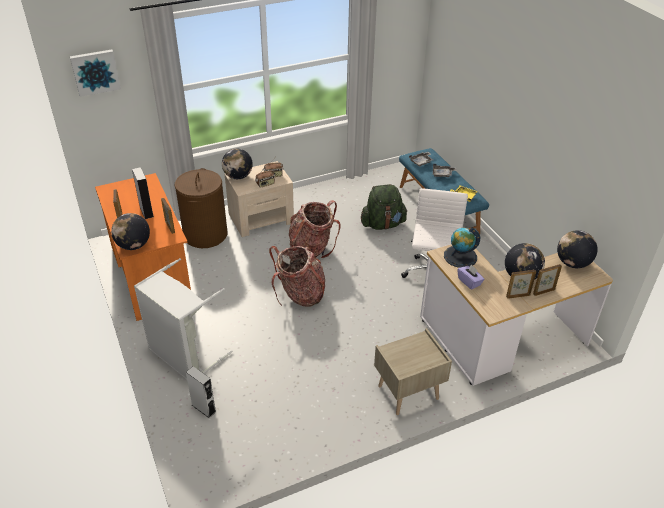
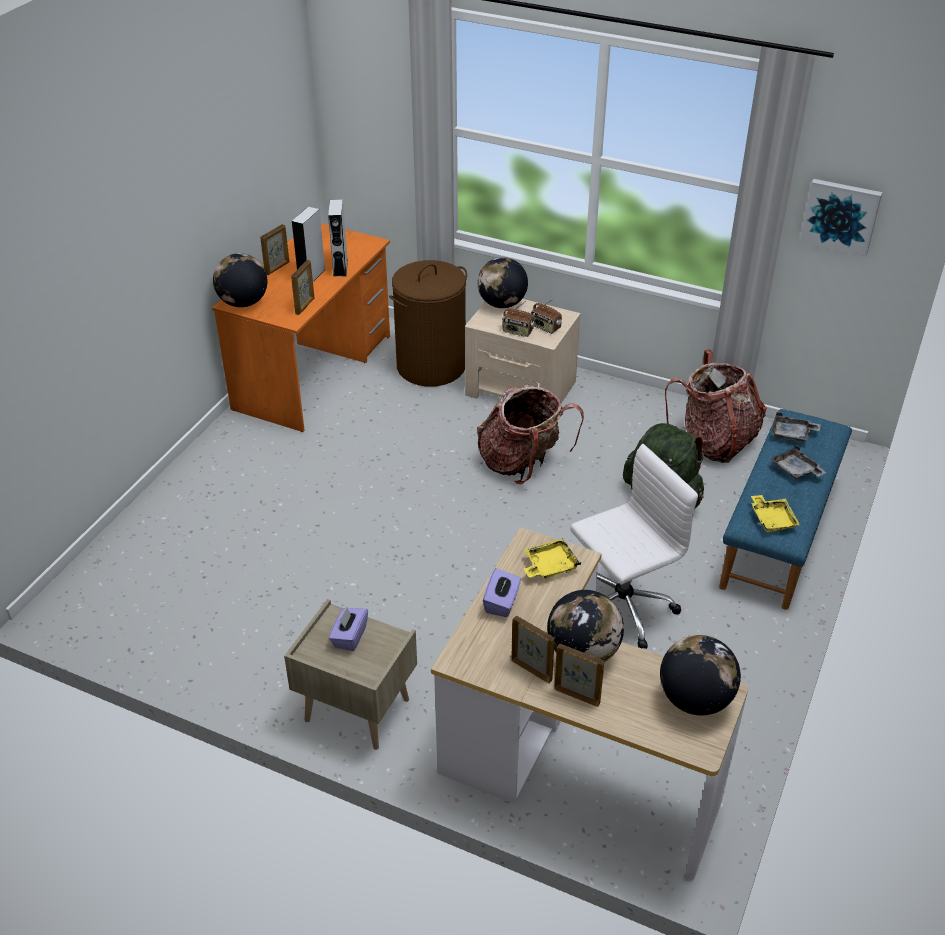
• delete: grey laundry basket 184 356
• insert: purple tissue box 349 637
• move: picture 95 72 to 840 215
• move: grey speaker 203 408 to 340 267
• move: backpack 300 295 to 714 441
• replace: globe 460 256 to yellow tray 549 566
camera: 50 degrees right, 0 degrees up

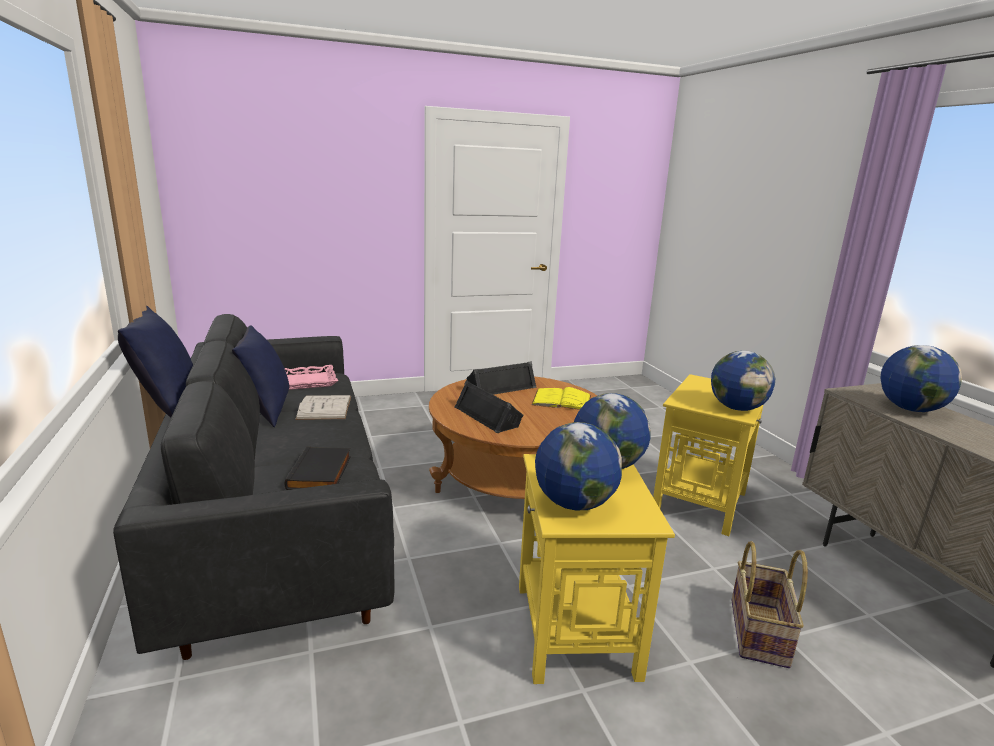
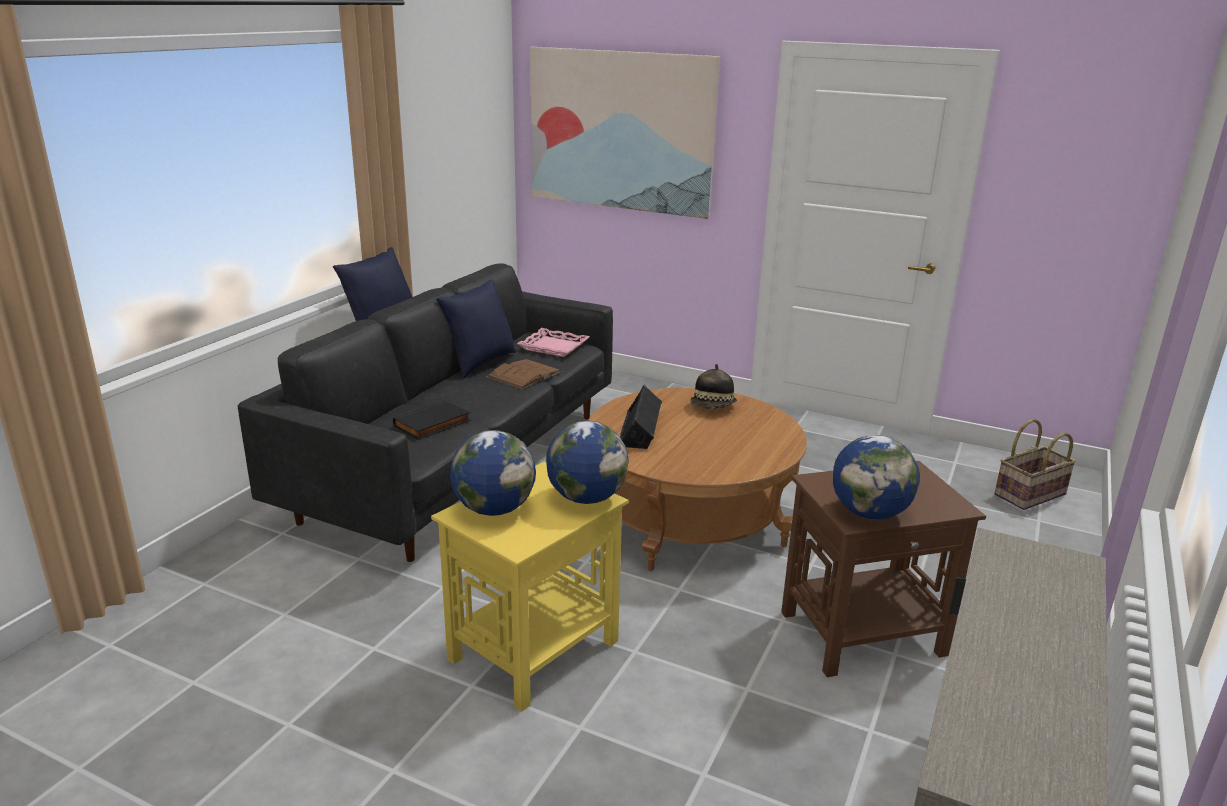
• delete: yellow book 561 400
• delete: globe 910 409
• insert: picture 620 131
• move: basket 760 633 to 1030 495
• replace: black speaker 501 387 to hat 713 407
• recolor: white book 324 407 to brown book 524 374
• recolor: yellow side table 700 501 to brown side table 864 633
camera: 45 degrees right, 5 degrees up

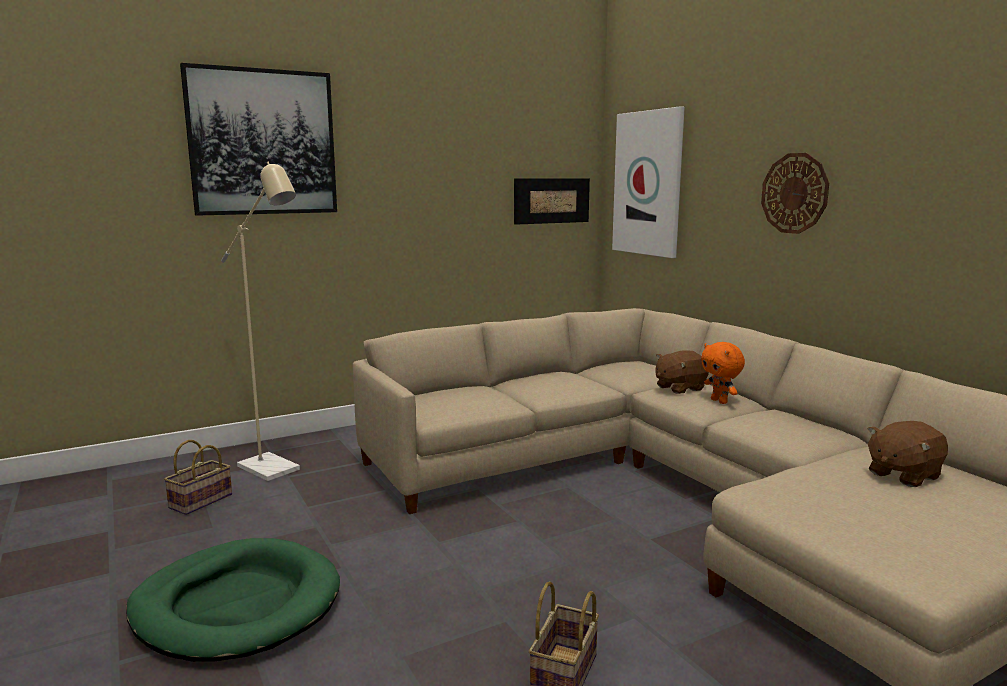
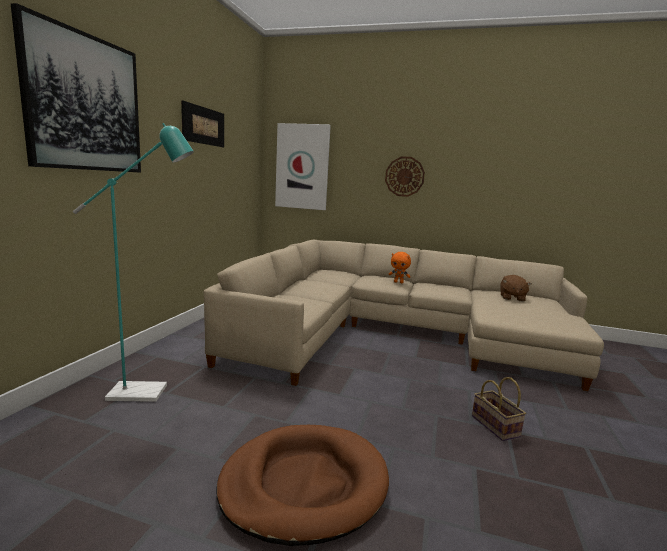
• delete: basket 200 502
• delete: brown plush toy 679 388
• move: picture 552 200 to 203 126
• recolor: green dog bed 237 605 to brown dog bed 304 484
• recolor: beige floor lamp 275 471 to turquoise floor lamp 147 392
camera: 45 degrees left, 0 degrees up

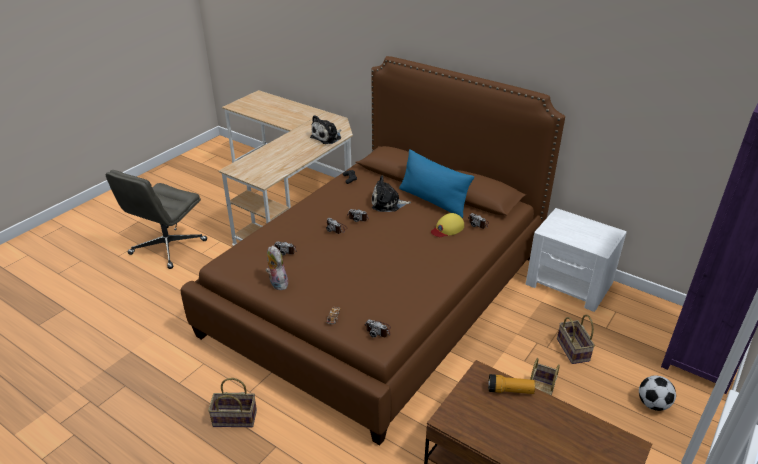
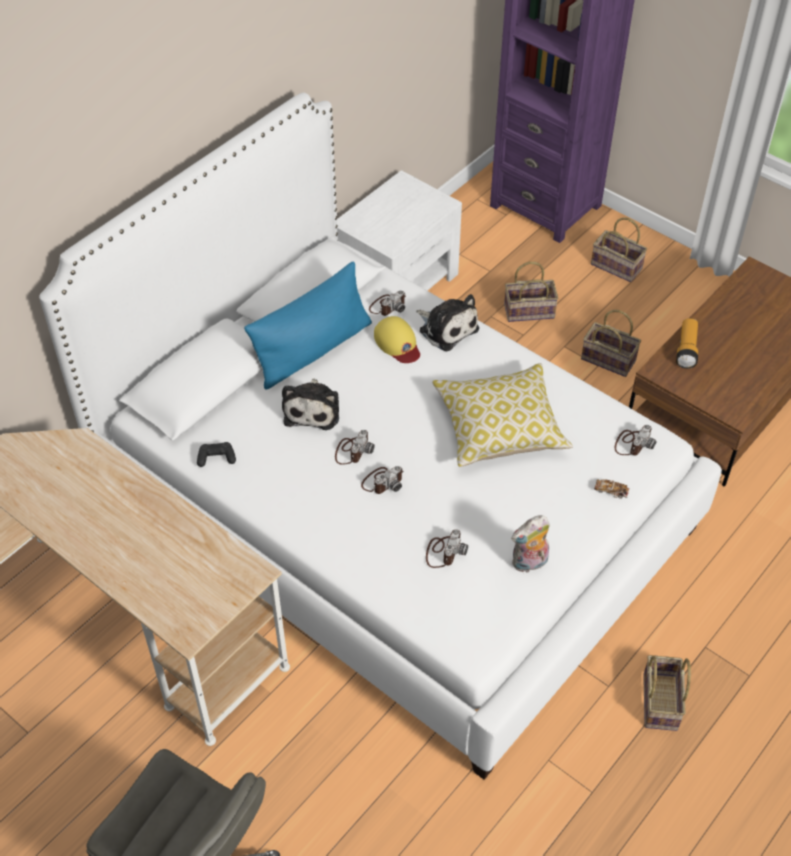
• insert: pillow 500 427
• move: plush toy 327 137 to 446 328
• replace: football 653 404 to basket 618 266
• recolor: brown bed 378 293 to white bed 394 508
camera: 85 degrees left, 15 degrees up

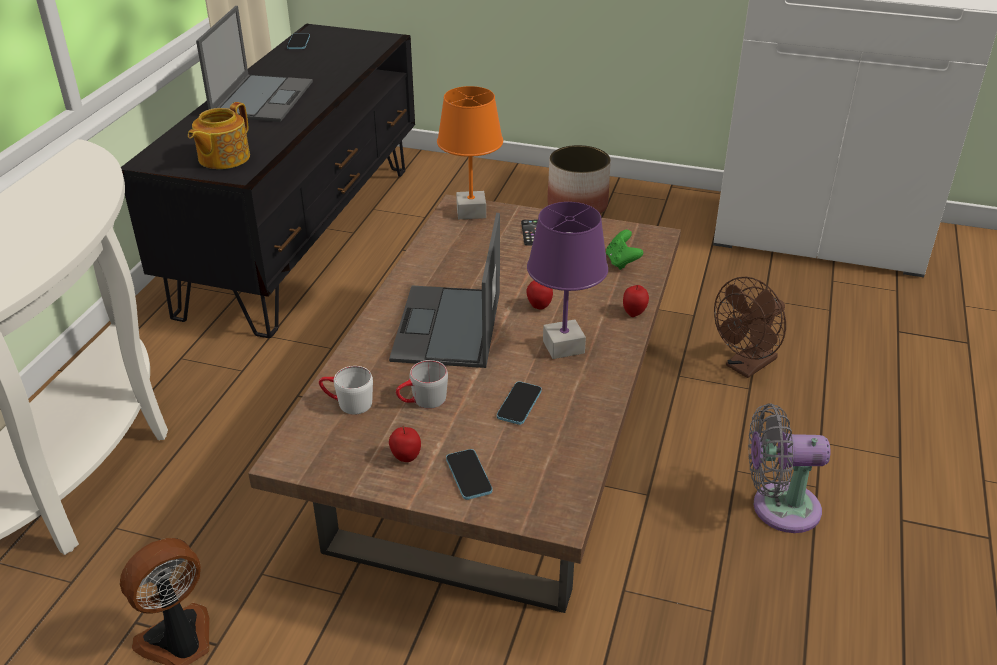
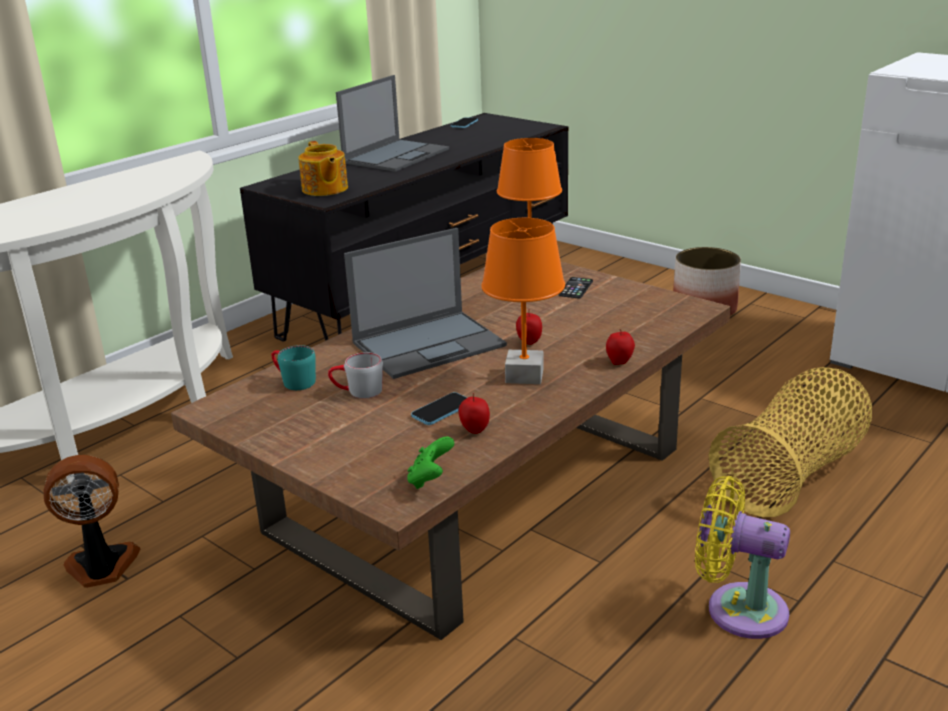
• delete: phone 469 475
• move: apple 406 458 to 475 431
• move: green game controller 622 262 to 430 479
• replace: brown fan 746 367 to basket 792 474
• recolor: white mug 347 403 to turquoise mug 293 381
• recolor: purple table lamp 563 347 to orange table lamp 523 376
• recolor: grey fan 778 507 to yellow fan 738 609
• rotate: teapot 222 158 = 324 189 75 degrees counterclockwise
• rotate: laptop 448 327 = 430 344 150 degrees counterclockwise
camera: 25 degrees right, 10 degrees down

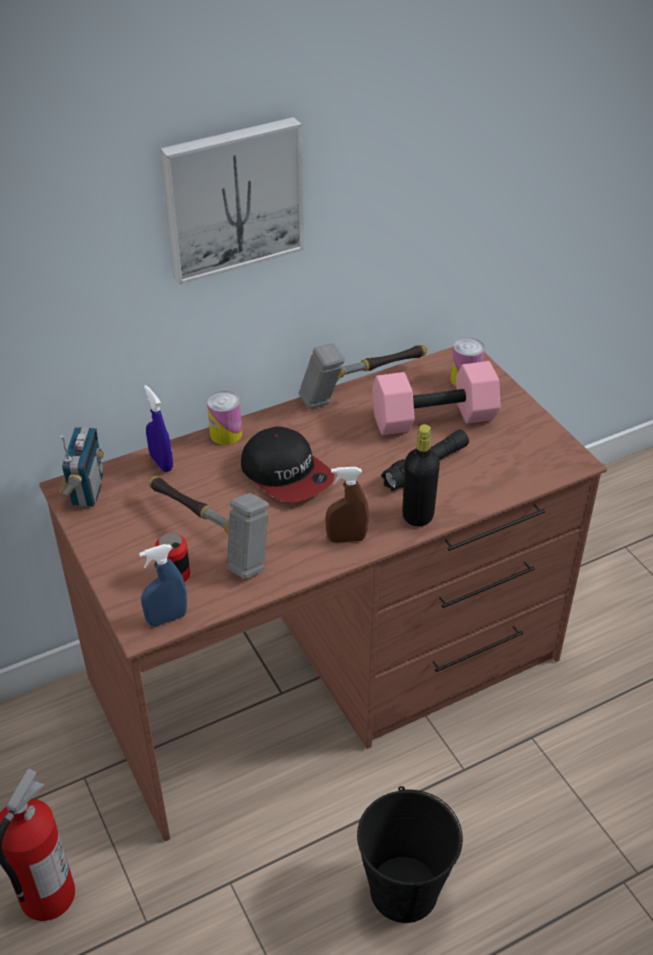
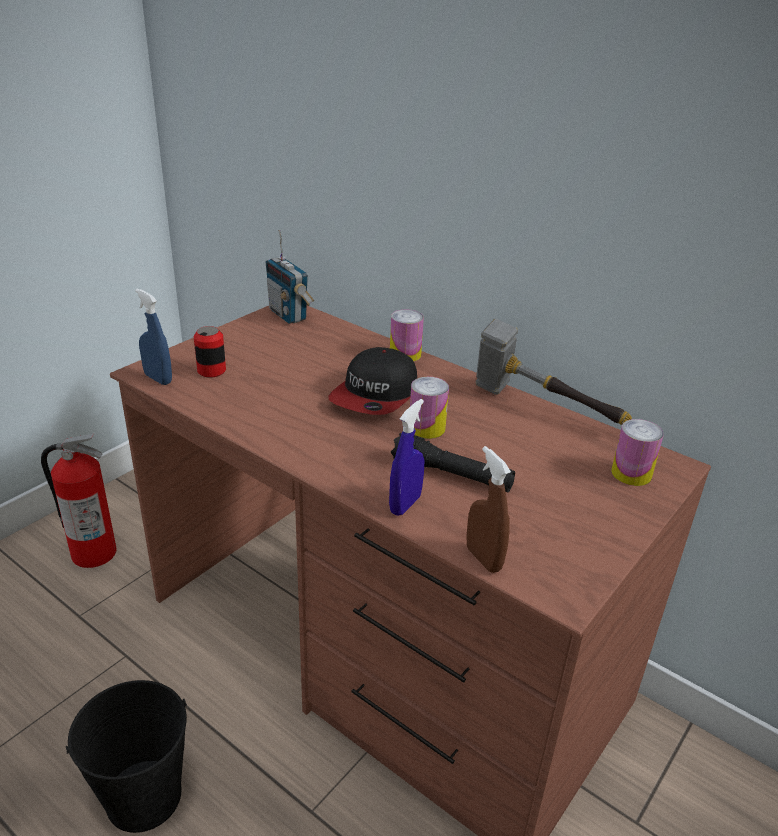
• delete: hammer 209 537
• delete: picture 232 198
• delete: pink dumbbell 434 417
• delete: black bottle 418 515
• insert: can 426 428
• move: blue spray bottle 161 463 to 405 504
• move: brown spray bottle 346 538 to 483 559
• rotate: radio 86 491 = 288 315 75 degrees clockwise
camera: 65 degrees right, 10 degrees down

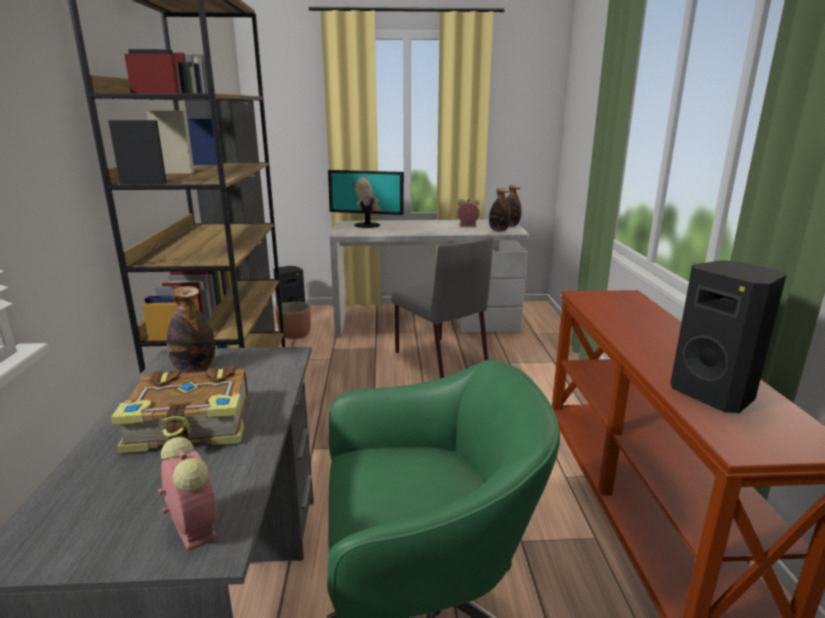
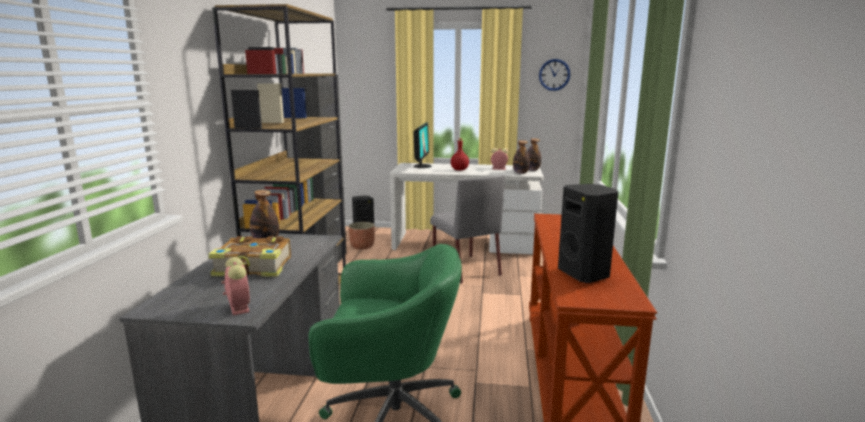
• insert: red bottle 460 170
• insert: wall clock 554 75
• rotate: monitor 367 225 = 421 166 105 degrees counterclockwise
camera: 10 degrees right, 5 degrees down

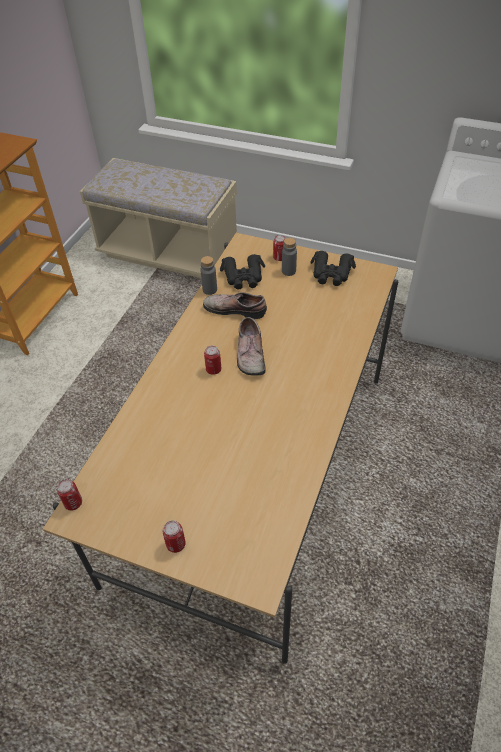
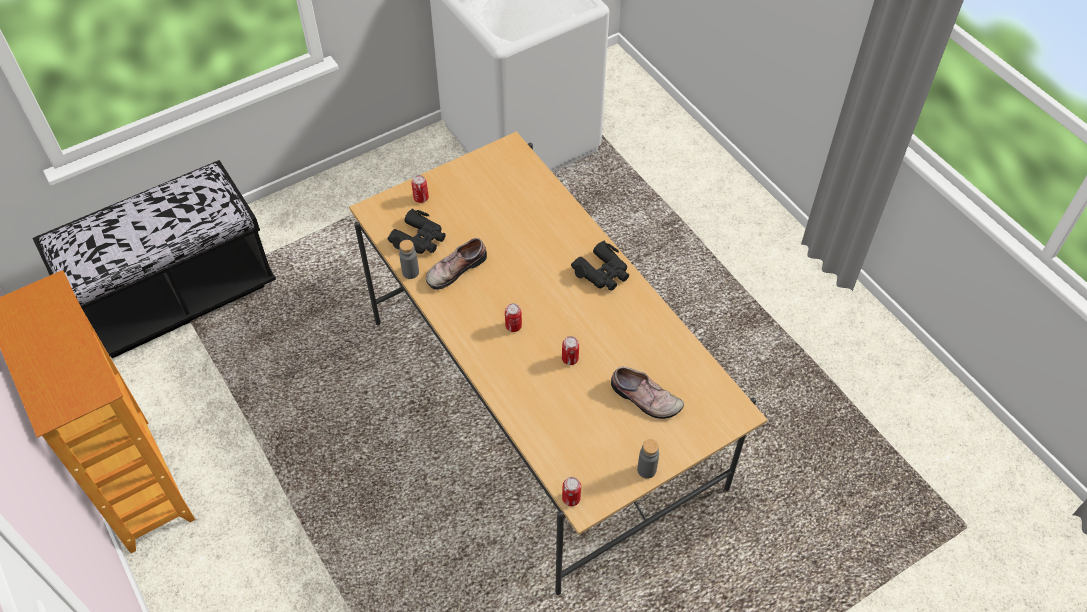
• move: can 176 544 to 570 359
• move: shoe 249 354 to 644 399
• move: grey bottle 288 271 to 646 470
• move: black binoculars 331 274 to 603 272
• recolor: beige bench 168 253 to black bench 176 296
camera: 55 degrees left, 5 degrees up

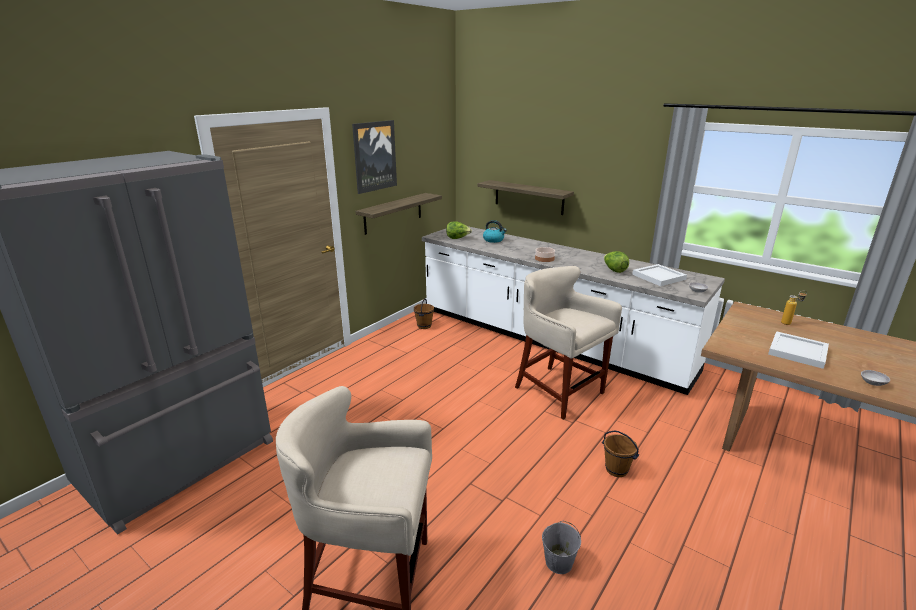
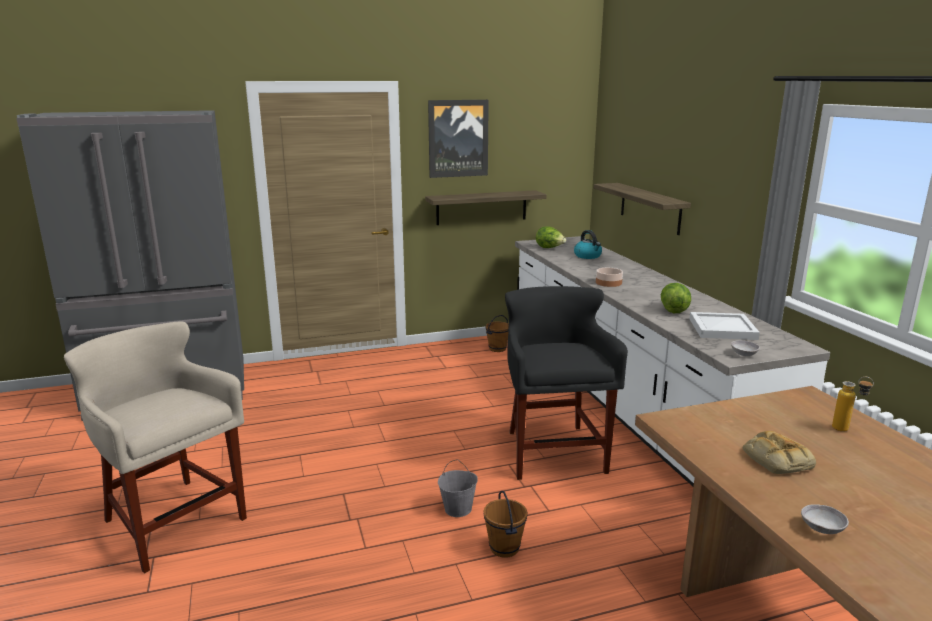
• move: grey bucket 558 562 to 458 509
• replace: white tray 796 352 to bread 775 459
• recolor: beige stool 558 392 to black stool 553 453
camera: 35 degrees right, 5 degrees down

